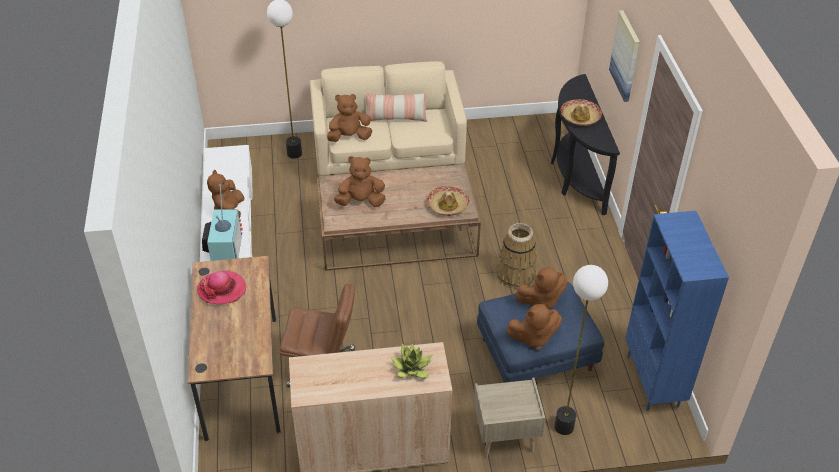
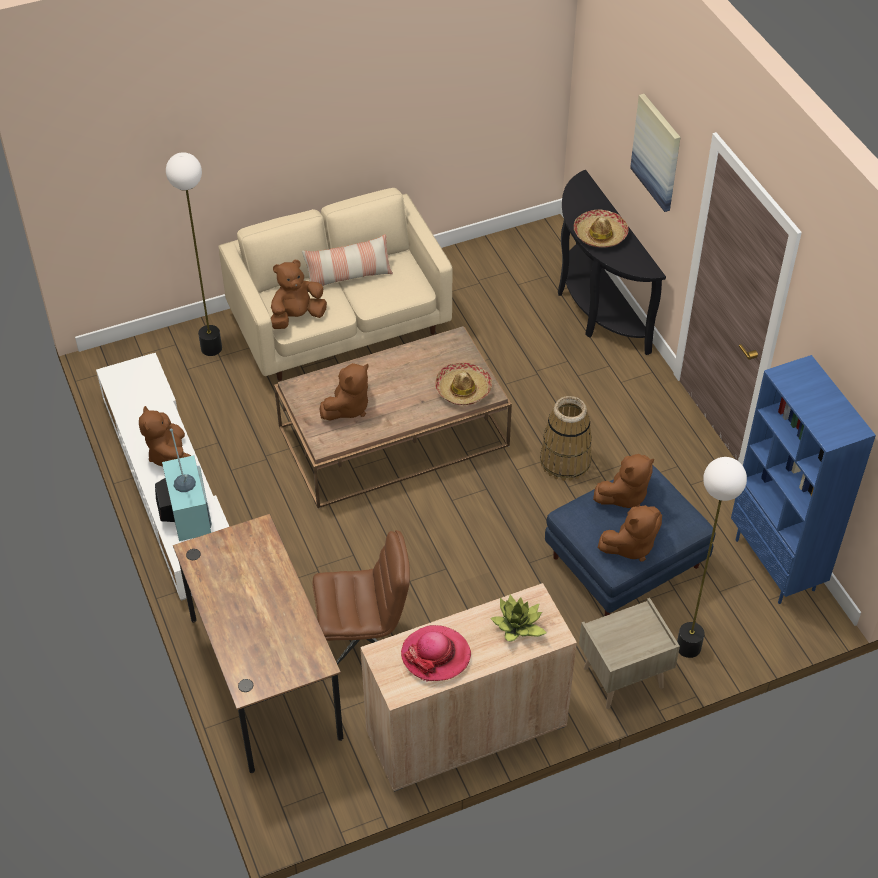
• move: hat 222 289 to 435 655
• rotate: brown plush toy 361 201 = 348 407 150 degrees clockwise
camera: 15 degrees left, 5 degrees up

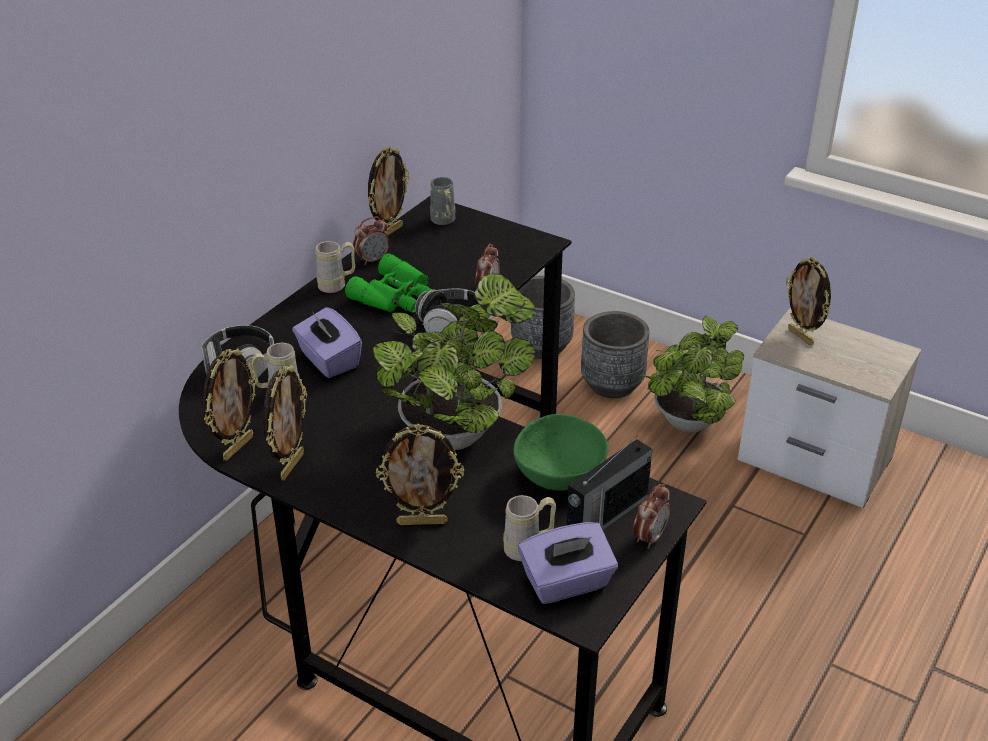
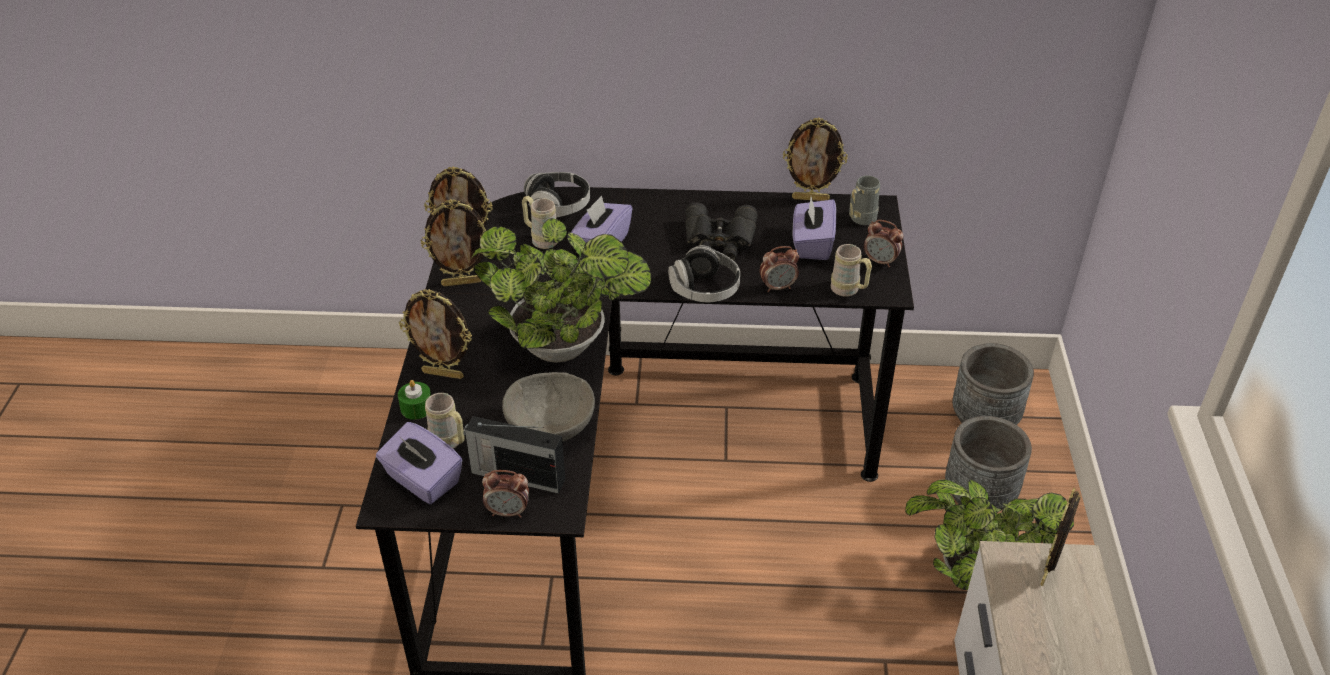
• insert: green candle 416 408
• insert: purple tissue box 812 244
• move: beige mug 337 285 to 849 291
• move: alarm clock 372 260 to 880 261
• recolor: green binoculars 396 296 to black binoculars 719 241
• recolor: green bowl 558 476 to grey bowl 549 428
• rotate: picture frame 422 522 = 443 374 45 degrees counterclockwise
camera: 60 degrees right, 5 degrees up

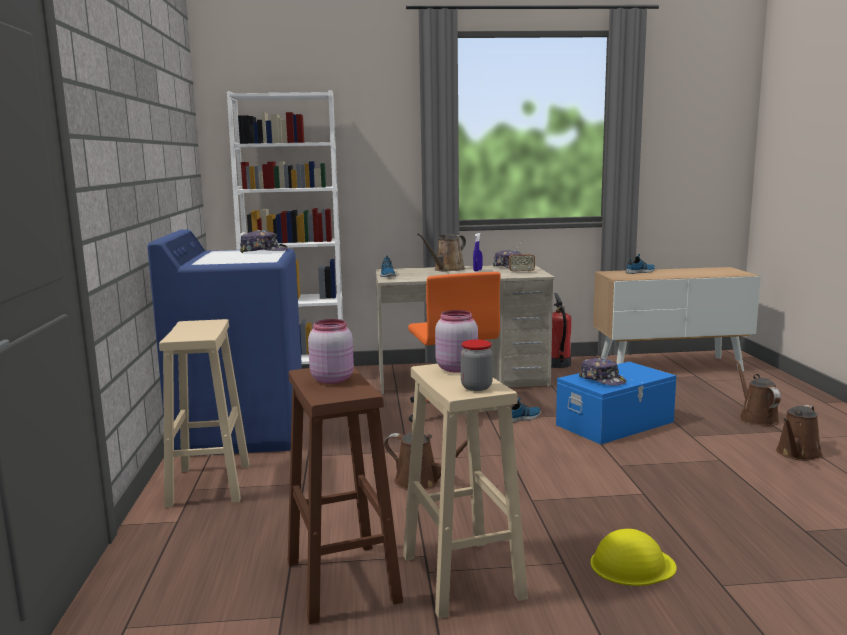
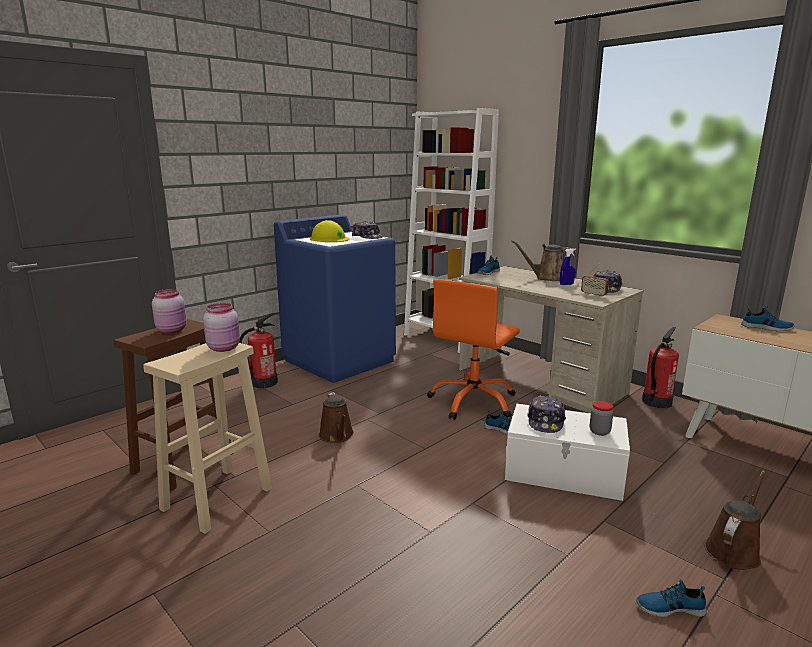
• move: jar 476 387 to 599 431
• move: yellow hard hat 632 565 to 329 239
• replace: beige stool 209 484 to fire extinguisher 263 383
• replace: brown watering can 797 454 to shoe 669 607
• recolor: blue storage box 616 424 to white storage box 564 472
camera: 50 degrees right, 5 degrees up

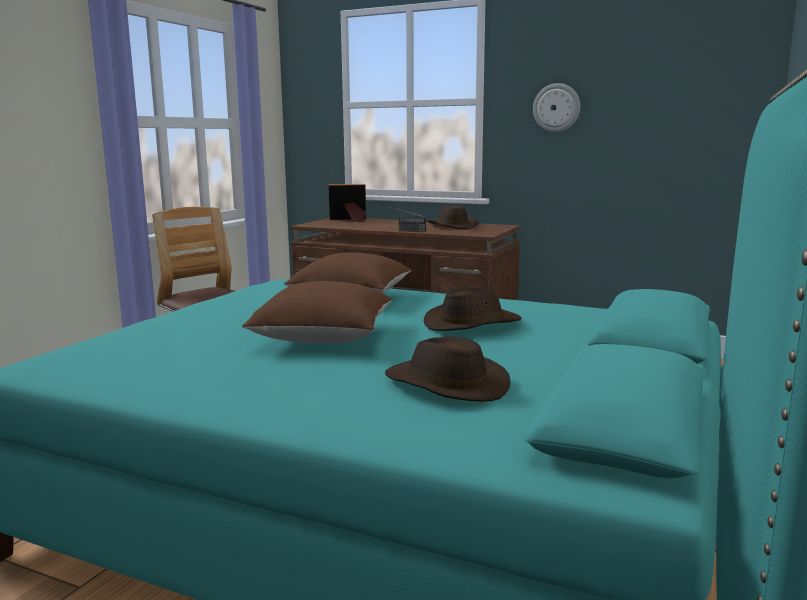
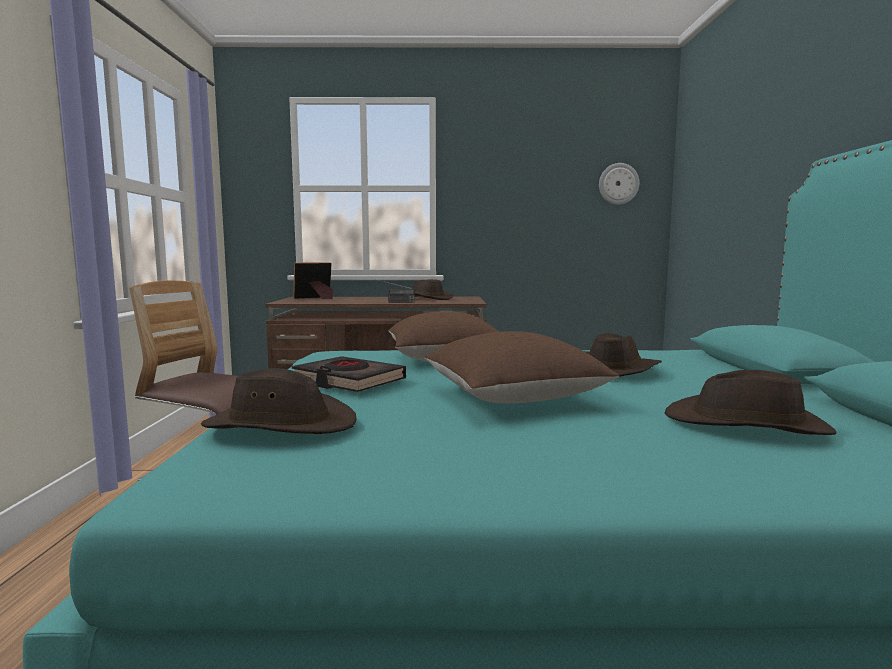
• insert: brown hat 281 424
• insert: black book 348 381
• move: wall clock 556 108 to 618 184
camera: 25 degrees left, 5 degrees down

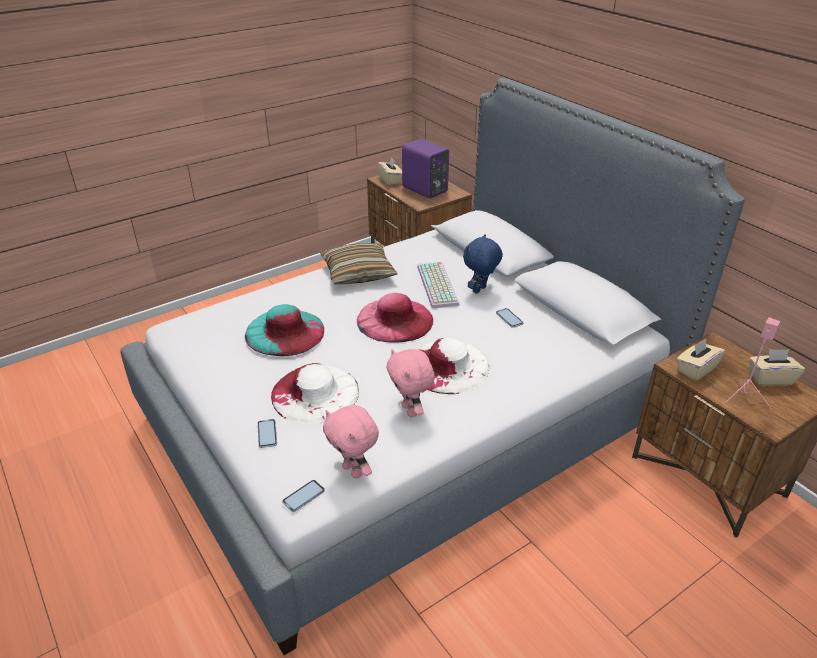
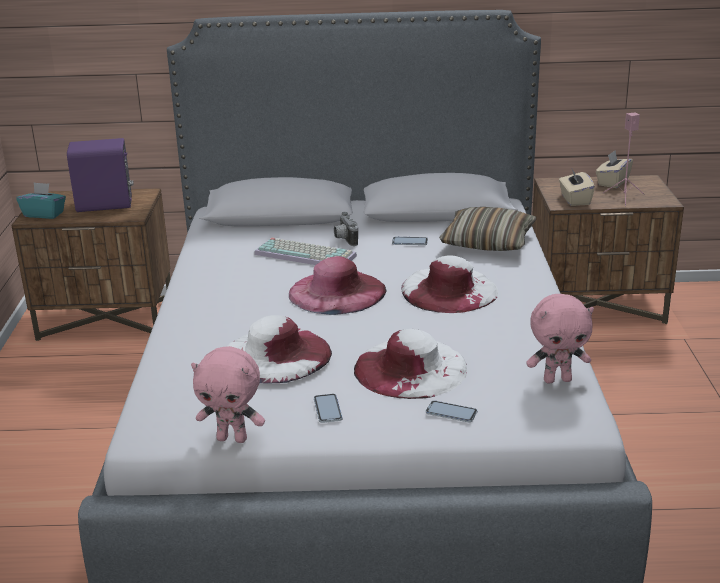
• move: phone 303 496 to 327 409
• move: pillow 358 272 to 488 242
• move: pink plush toy 410 410 to 233 438
• replace: blue plush toy 480 290 to photo camera 344 239
• recolor: turquoise hat 285 332 to white hat 275 355
• recolor: beige tissue box 390 180 to turquoise tissue box 44 214
camera: 55 degrees left, 10 degrees down

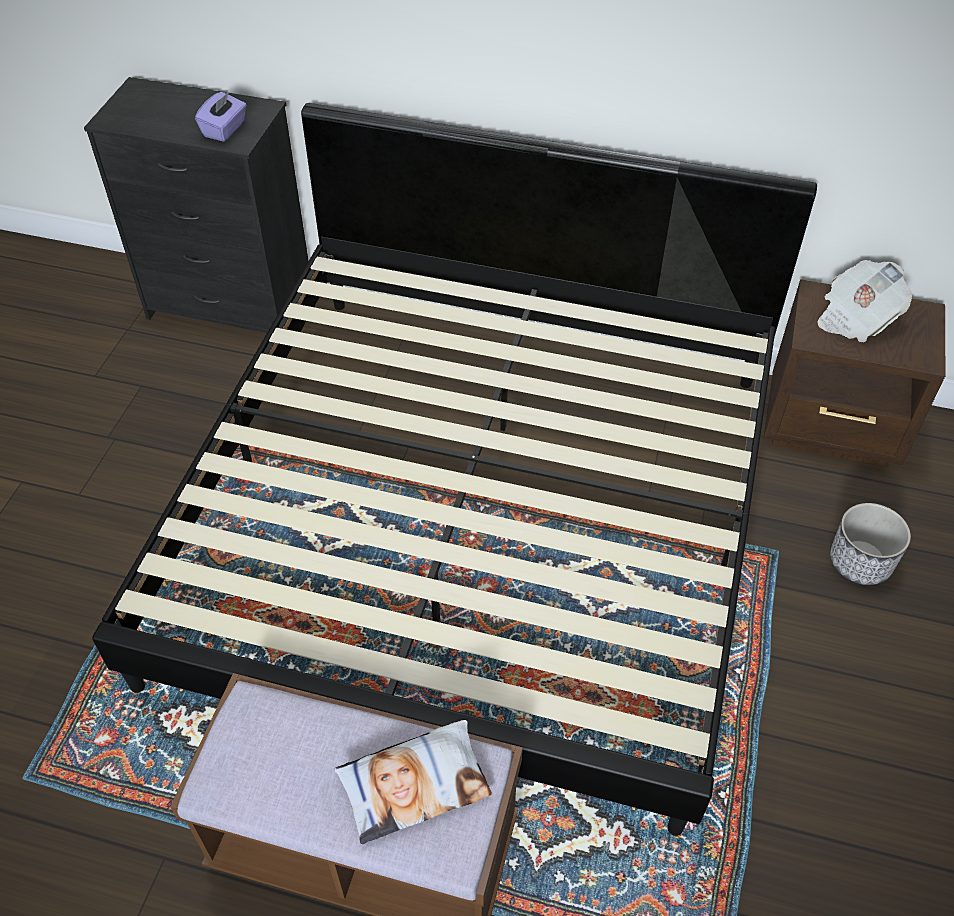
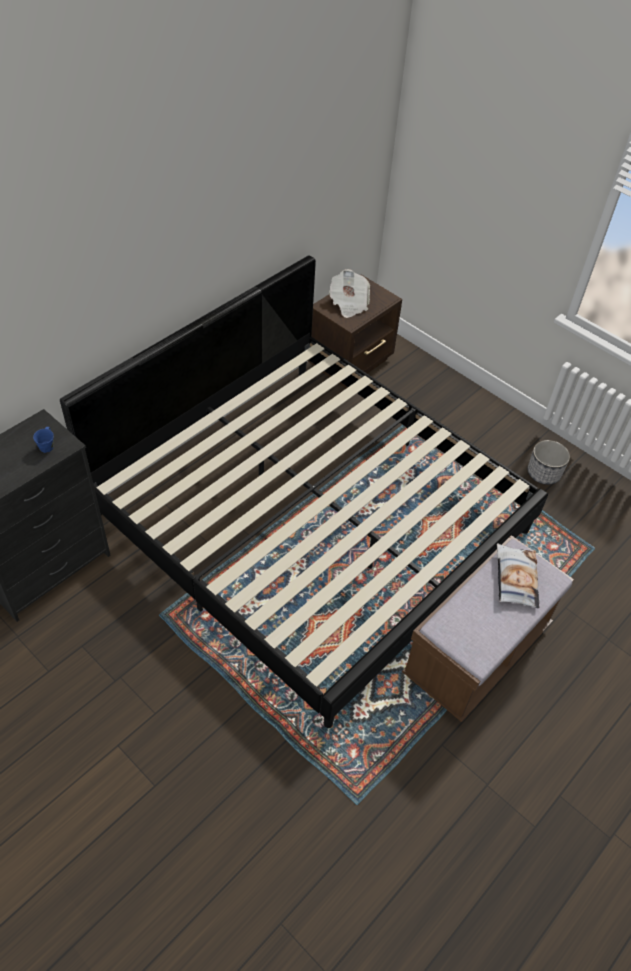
• move: planter 860 562 to 543 473
• replace: purple tissue box 225 130 to blue mug 47 447
camera: 65 degrees left, 0 degrees up

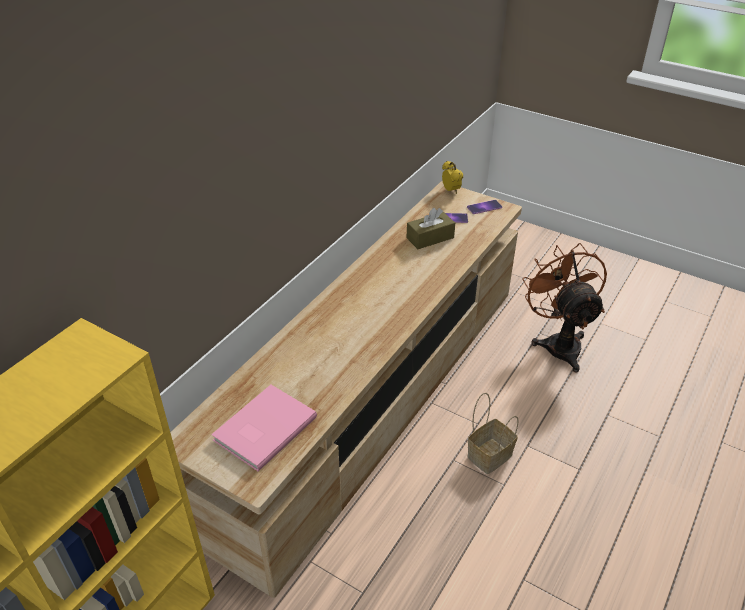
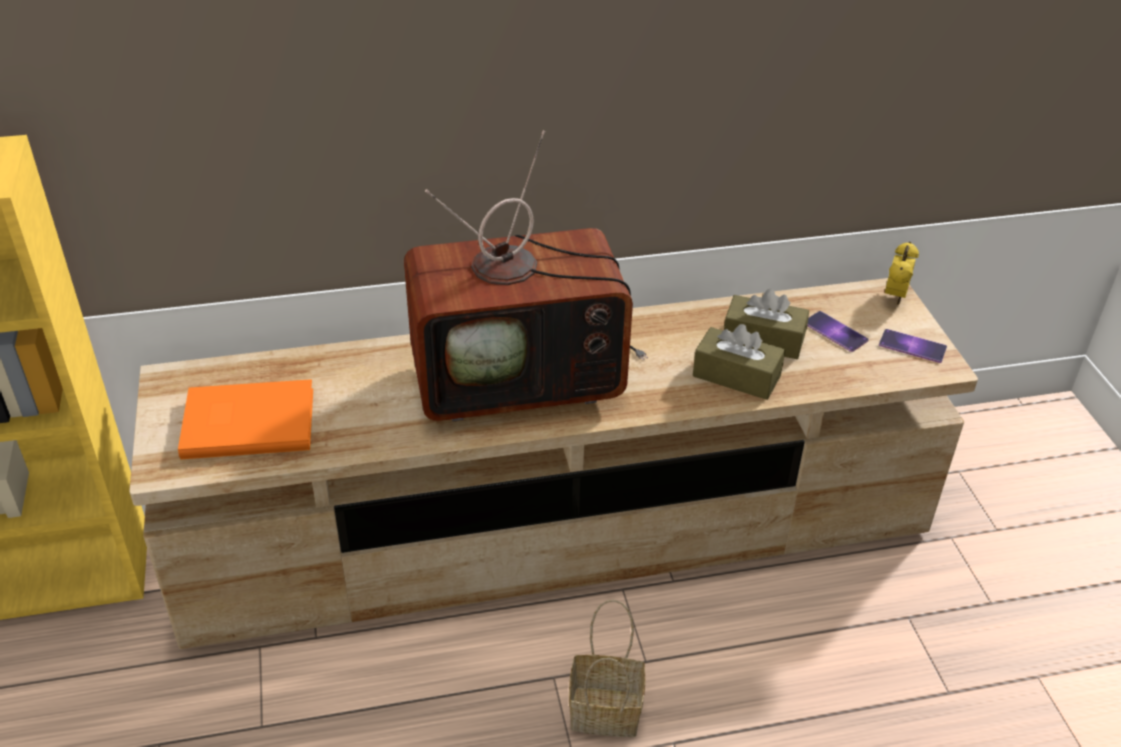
• delete: brown fan 559 343
• insert: television 522 377
• insert: brown tissue box 736 376
• recolor: pink book 262 428 to orange book 247 421
camera: 45 degrees right, 0 degrees up

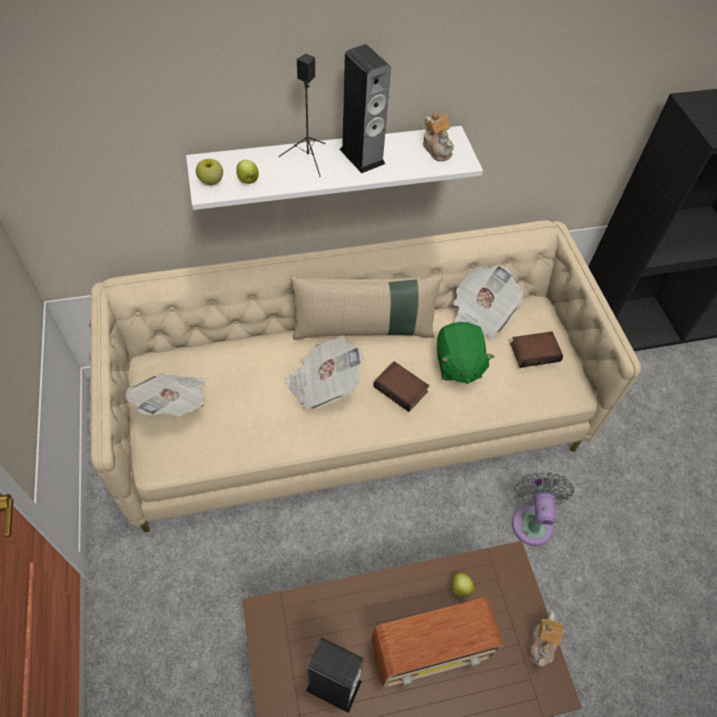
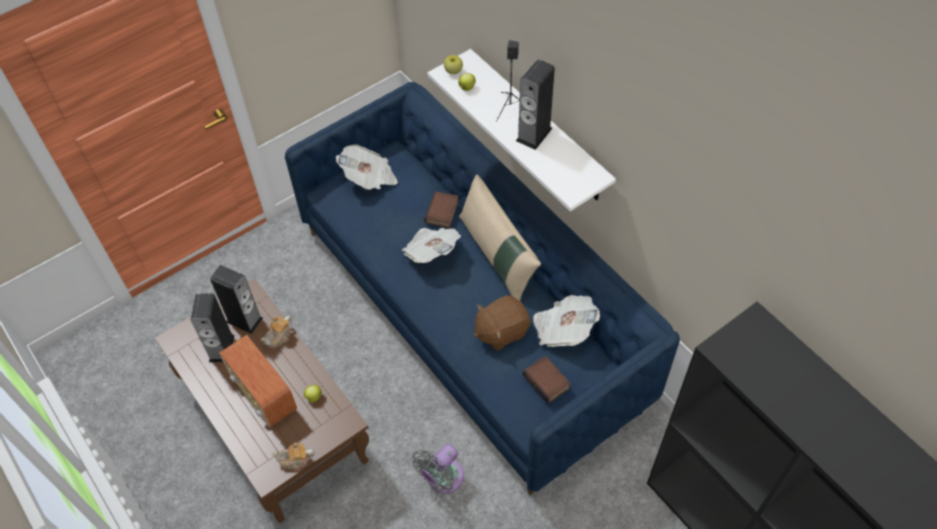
• insert: speaker 244 320
• move: book 402 388 to 443 212
• move: teapot 437 149 to 279 337
• recolor: beige sofa 354 415 to blue sofa 470 315
• recolor: green plush toy 458 364 to brown plush toy 501 331
• rotate: grey fan 532 521 = 442 479 150 degrees clockwise
camera: 70 degrees right, 0 degrees up

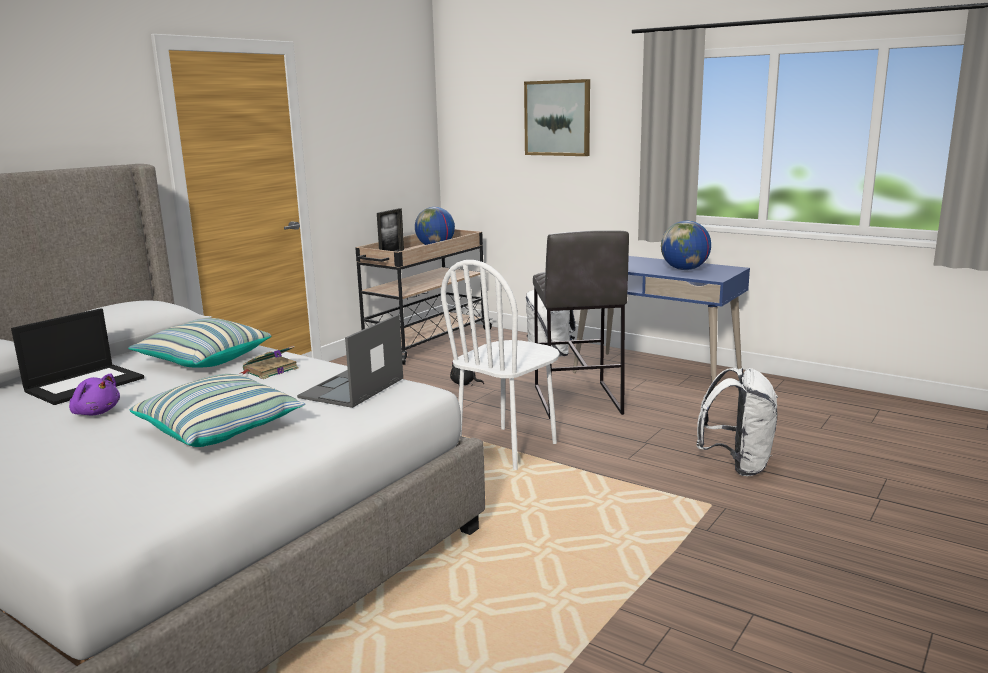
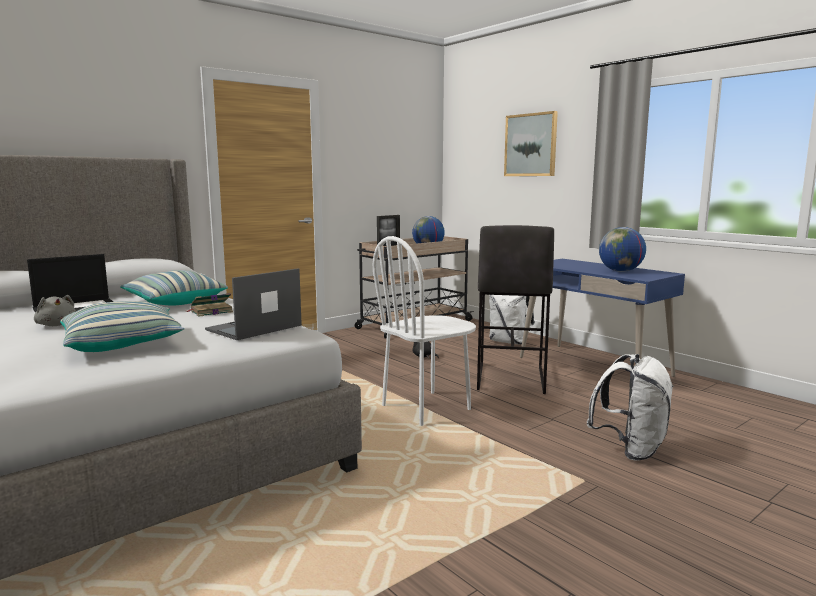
• recolor: purple plush toy 95 412 to grey plush toy 56 325
camera: 15 degrees right, 5 degrees down

